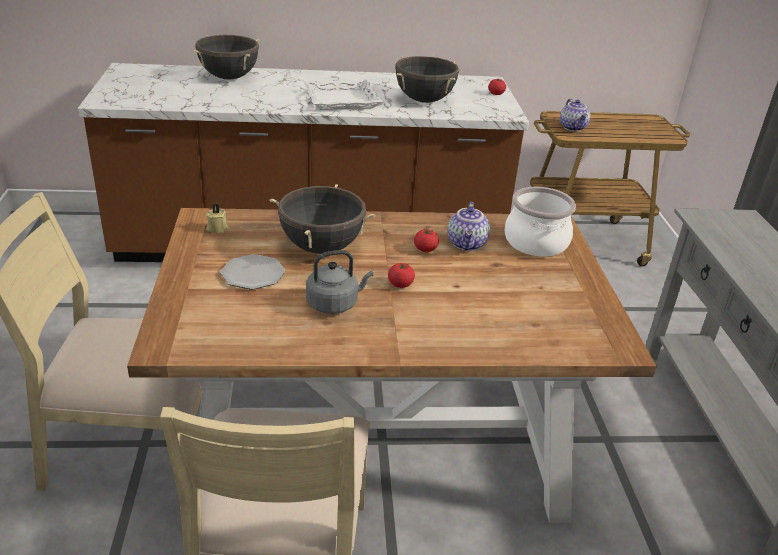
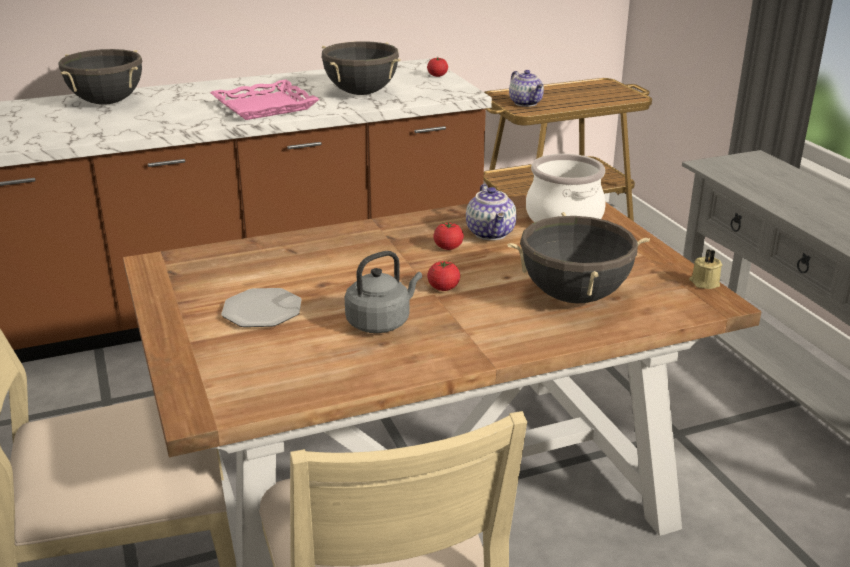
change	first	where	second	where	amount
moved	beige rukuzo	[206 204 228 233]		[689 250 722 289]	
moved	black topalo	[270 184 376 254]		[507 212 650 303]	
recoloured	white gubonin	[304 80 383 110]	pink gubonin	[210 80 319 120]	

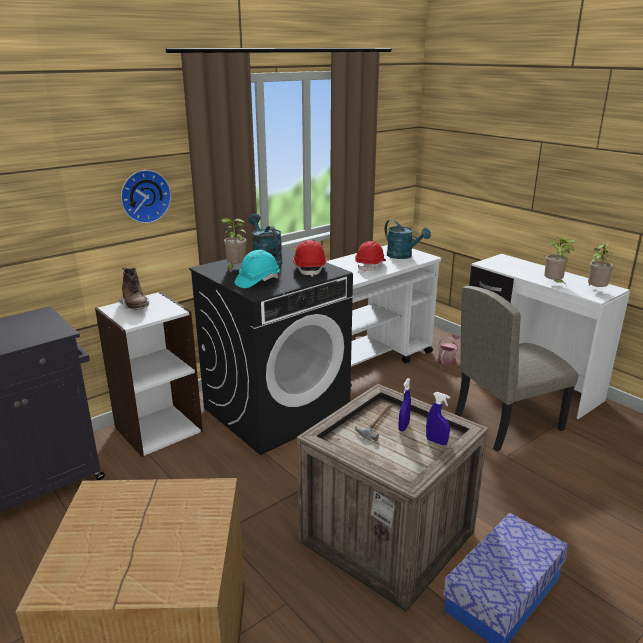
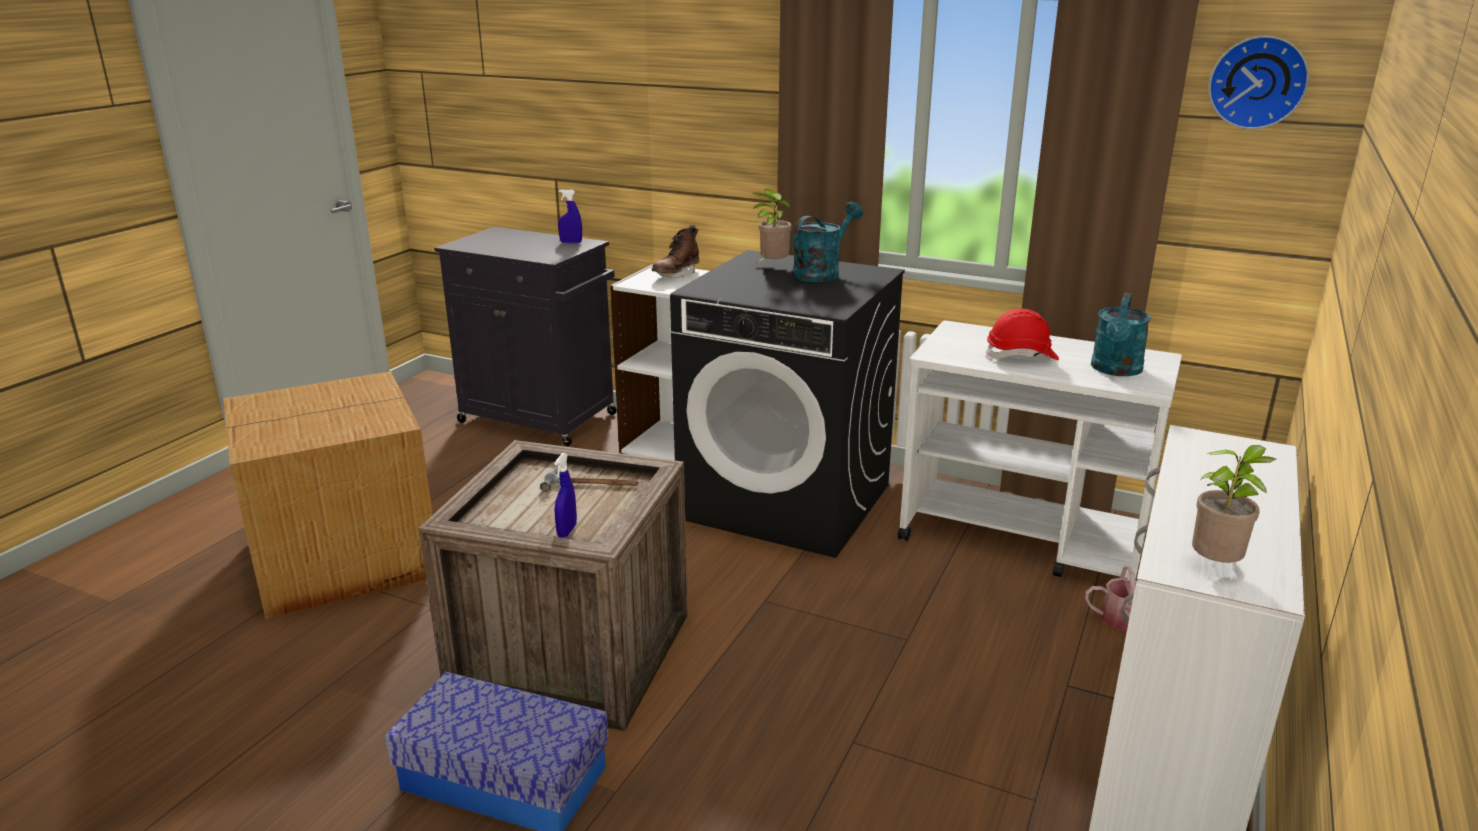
change	first	where	second	where	amount
removed	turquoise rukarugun	[235 250 280 288]			
removed	red rukarugun	[293 240 327 277]			
removed	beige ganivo	[455 286 579 451]			
removed	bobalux	[544 237 576 283]			
moved	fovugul	[121 170 171 223]		[1209 36 1309 129]	
moved	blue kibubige	[398 378 411 431]		[558 189 582 243]	

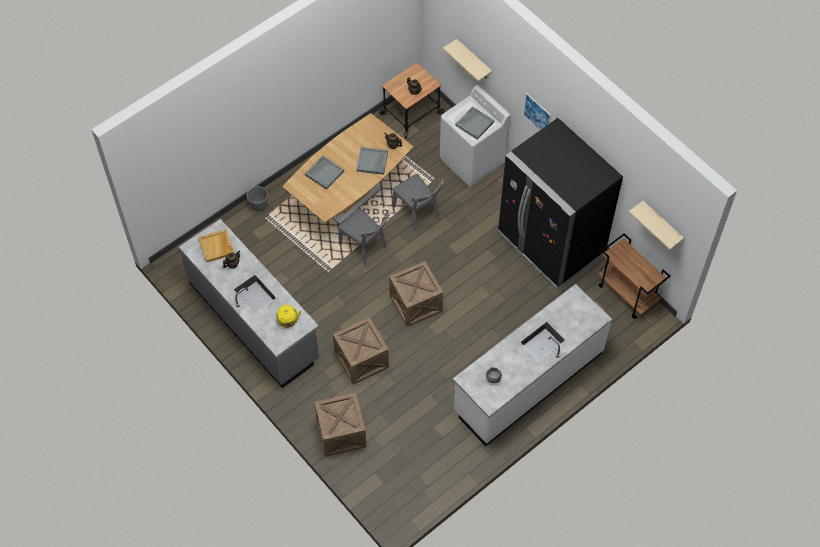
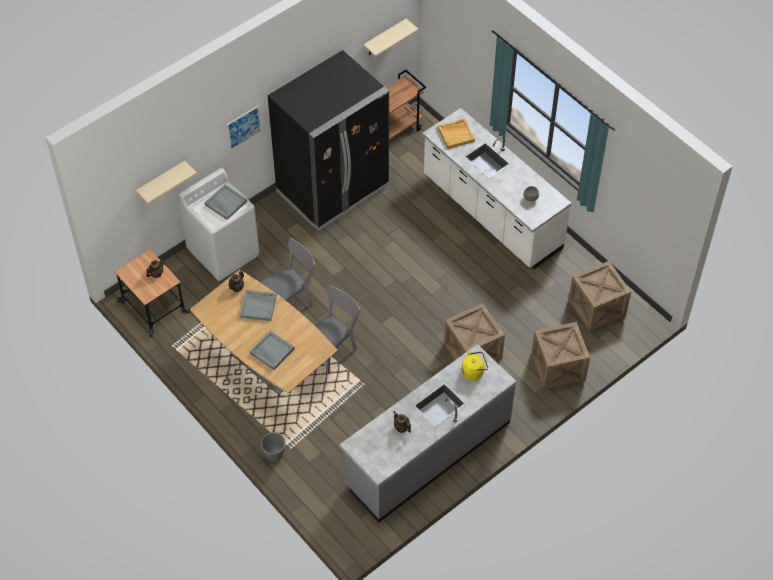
change	first	where	second	where	amount
moved	beige gubonin	[199 229 234 263]		[438 118 475 149]	
moved	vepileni	[389 261 443 327]		[568 261 631 331]	

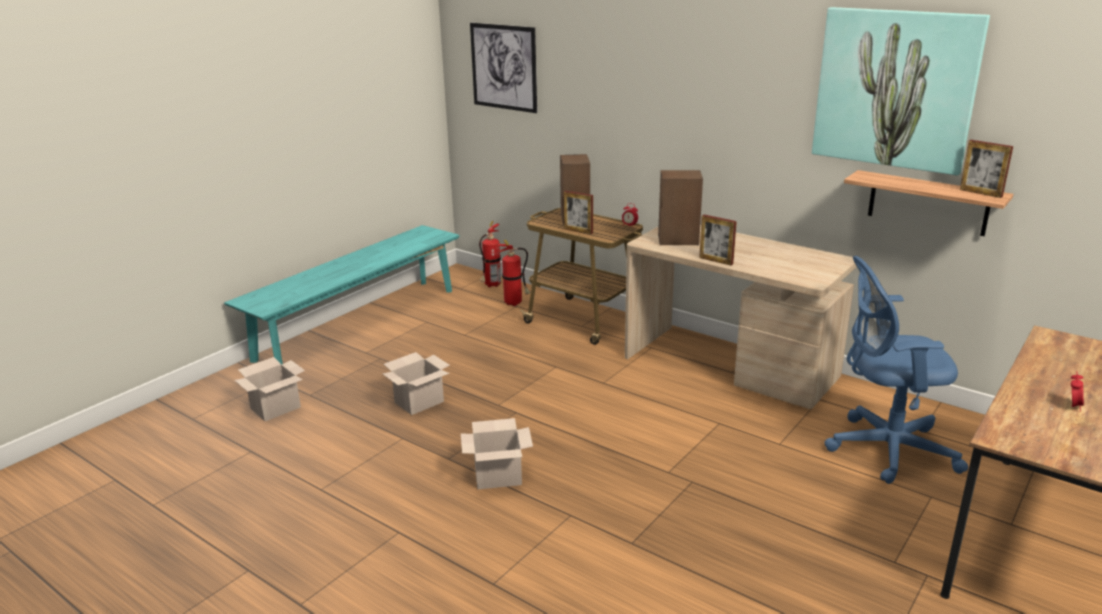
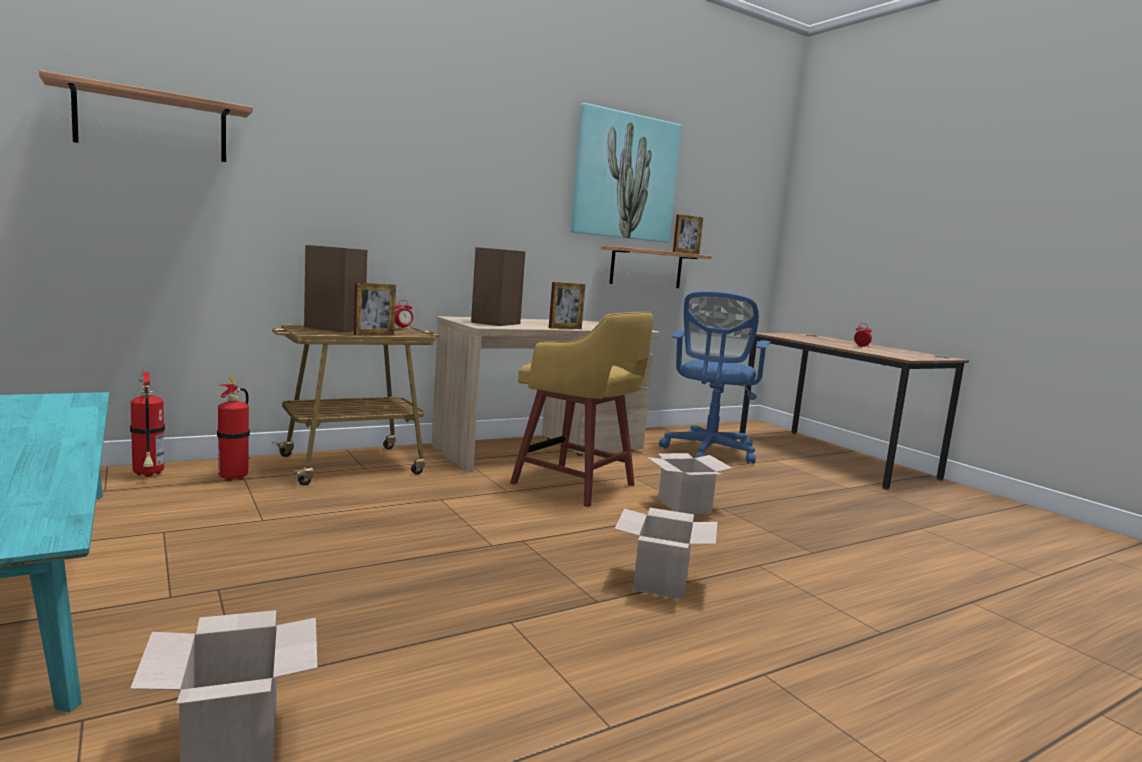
change	first	where	second	where	amount
added			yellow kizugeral	[510 312 653 507]	
moved	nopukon	[383 352 450 415]		[647 453 733 514]	
replaced	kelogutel	[470 23 537 113]	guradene	[39 70 253 162]	

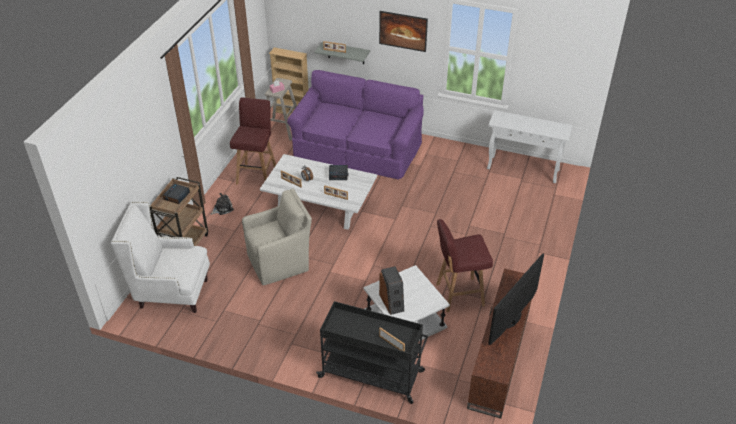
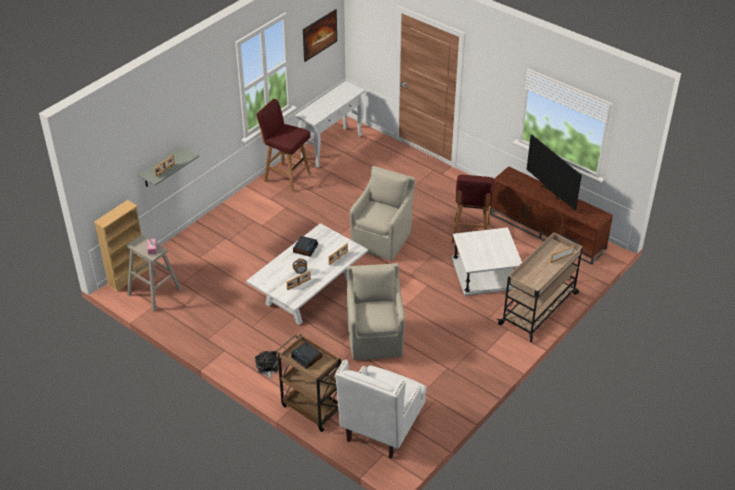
change	first	where	second	where	amount
removed	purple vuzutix	[287 70 424 180]			
removed	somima	[379 266 404 315]			
added			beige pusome	[350 166 415 261]	
moved	red kizugeral	[230 98 276 185]		[256 99 311 192]	
moved	kelogutel	[379 11 428 52]		[303 9 337 62]	
recoloured	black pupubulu	[316 301 428 404]	beige pupubulu	[497 232 583 342]	

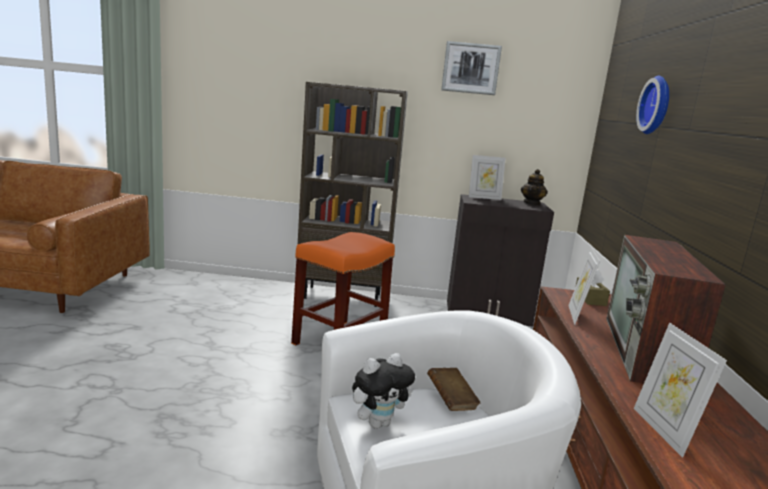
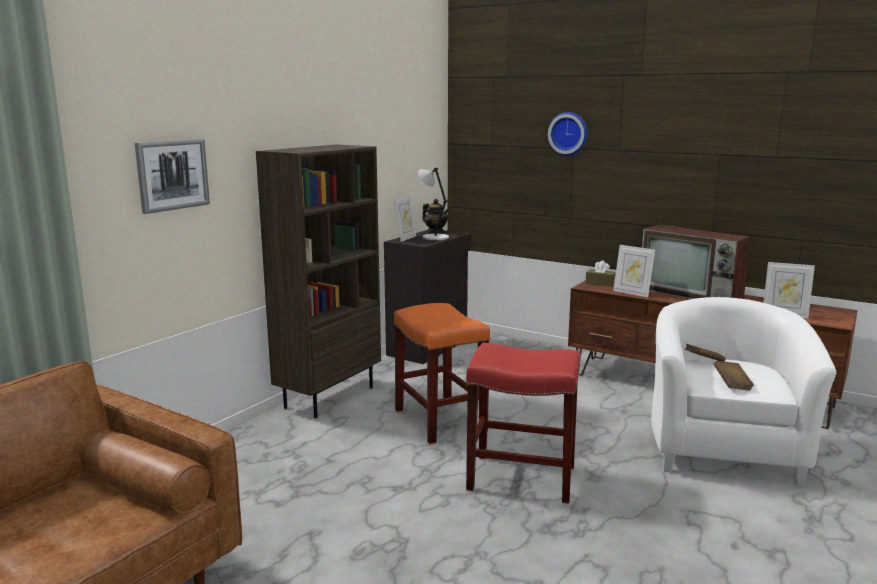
change	first	where	second	where	amount
added			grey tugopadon	[418 168 449 240]	
added			red kizugeral	[466 343 580 504]	
moved	kelogutel	[441 41 502 95]		[135 139 210 214]	
replaced	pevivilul	[352 353 415 429]	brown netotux	[714 361 754 391]	

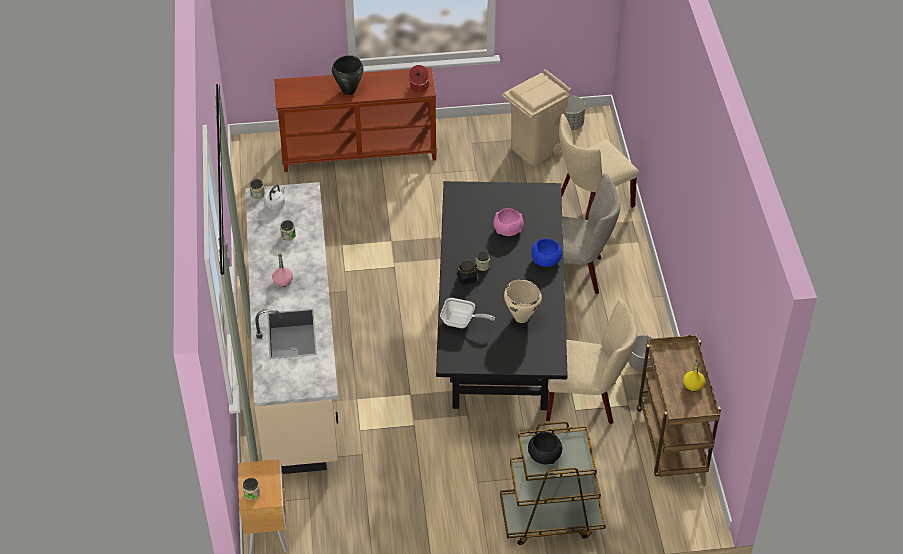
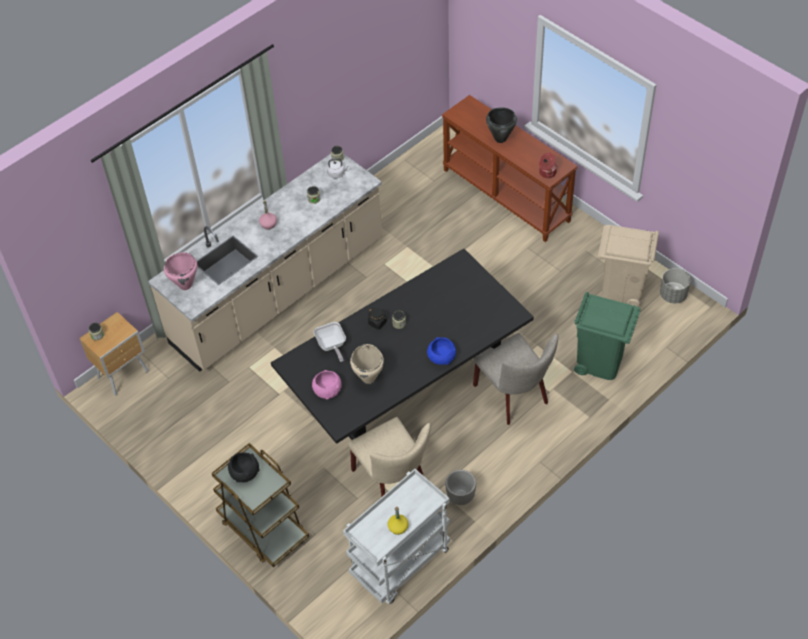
change	first	where	second	where	amount
added			pink topalo	[164 252 197 290]	
moved	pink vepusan	[493 208 523 236]		[312 370 341 399]	
replaced	beige ganivo	[559 114 639 220]	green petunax	[574 292 641 380]	
recoloured	brown pupubulu	[637 335 721 477]	white pupubulu	[343 469 450 604]	

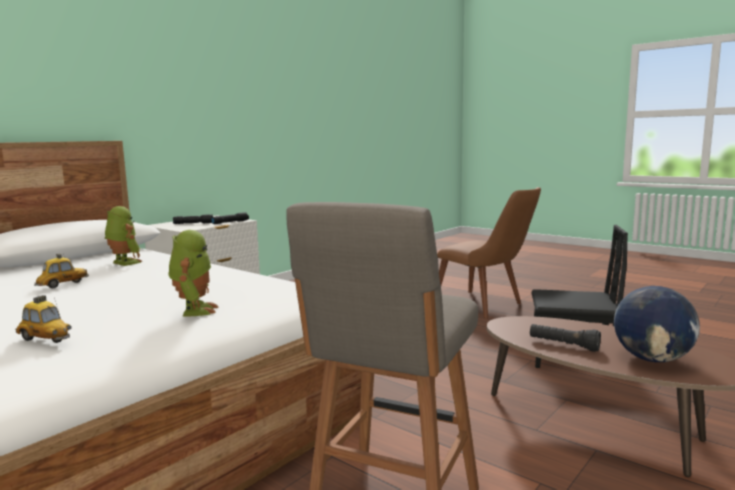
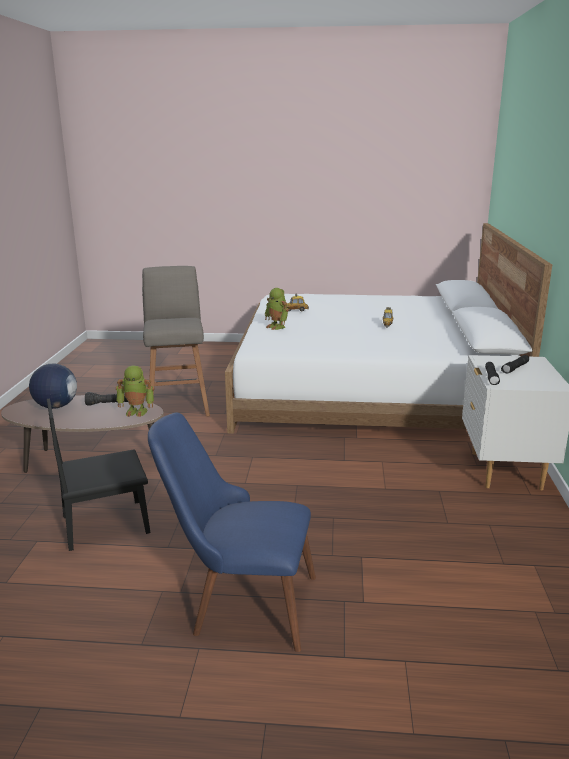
change	first	where	second	where	amount
moved	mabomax	[105 206 142 266]		[116 365 154 417]	
recoloured	brown ganivo	[437 187 541 319]	blue ganivo	[148 413 316 652]	

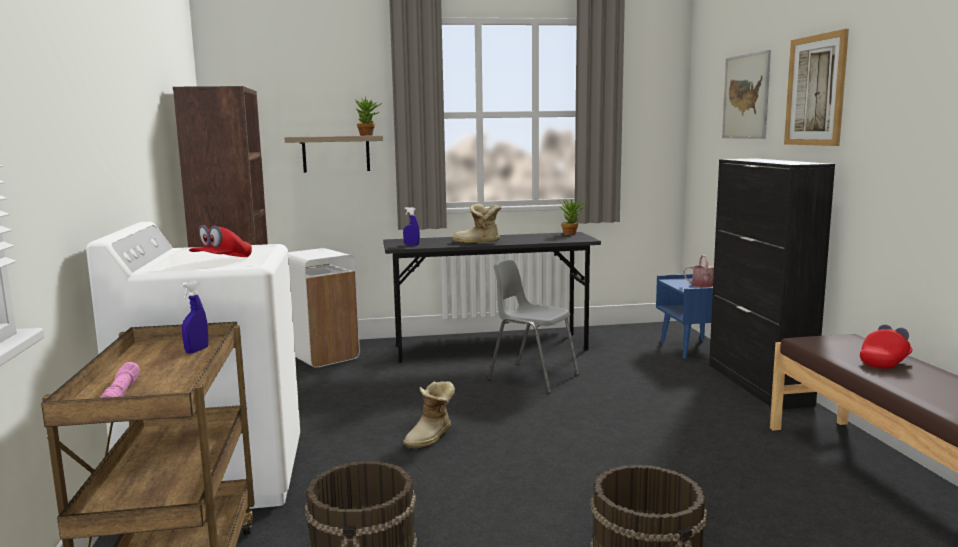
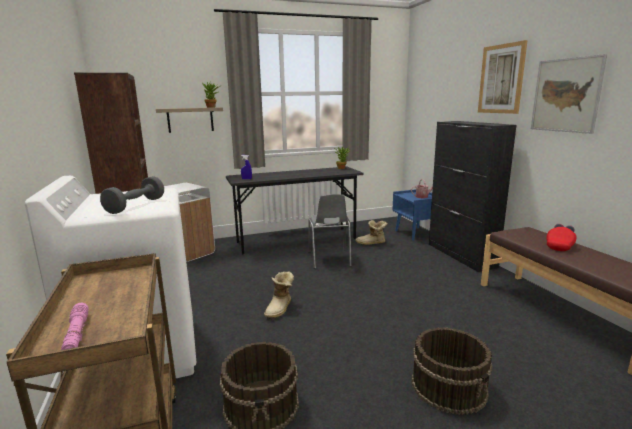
change	first	where	second	where	amount
removed	blue kibubige	[181 280 209 354]			
moved	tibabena	[452 204 501 243]		[355 220 388 245]	
moved	kelogutel	[722 50 771 139]		[531 54 607 134]	
replaced	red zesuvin	[189 225 252 257]	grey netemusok	[100 176 164 214]	
turned	grey ganivo	[488 259 580 393]		[309 194 352 269]	120 degrees counterclockwise

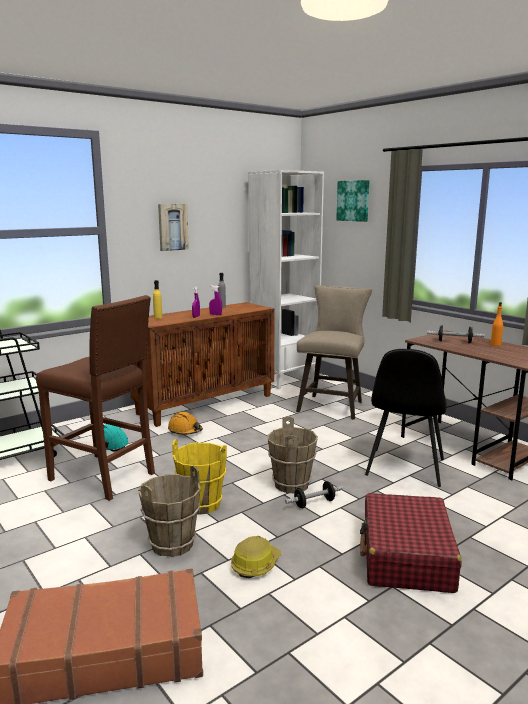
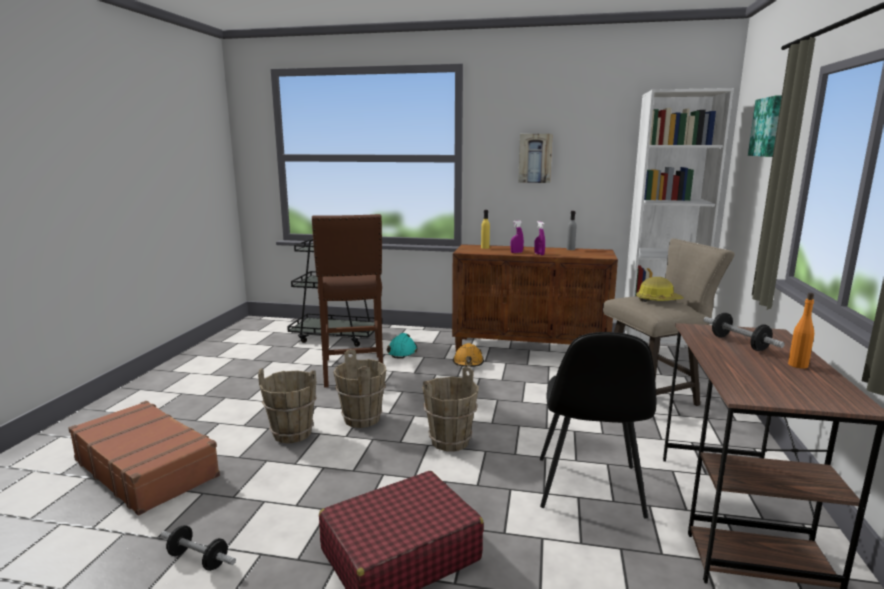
change	first	where	second	where	amount
moved	rukarugun	[231 536 281 578]		[636 277 684 302]	
moved	netemusok	[285 481 343 508]		[160 525 236 571]	
recoloured	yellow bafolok	[172 439 227 515]	brown bafolok	[333 349 386 428]	
turned	black ganivo	[365 349 447 487]		[540 332 656 519]	60 degrees counterclockwise

